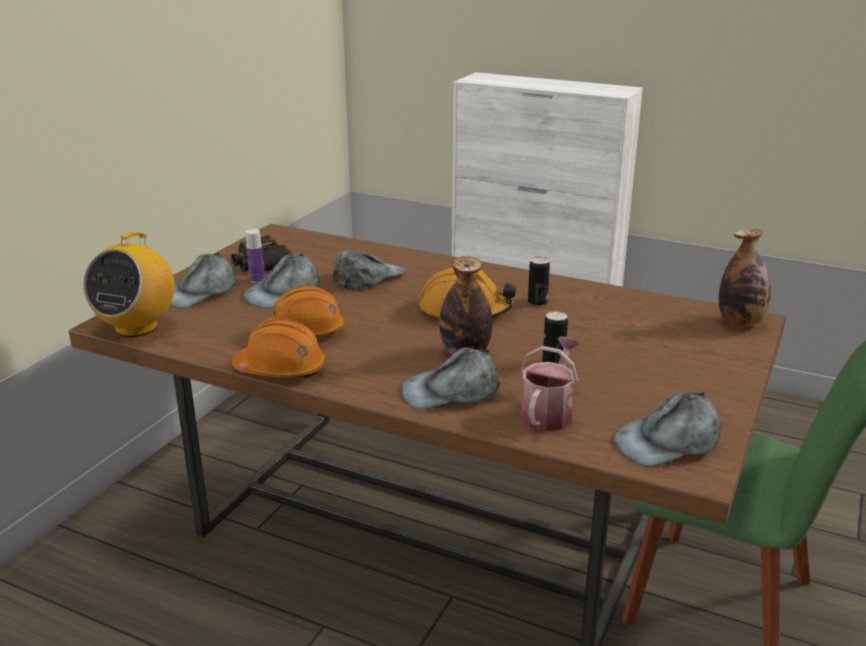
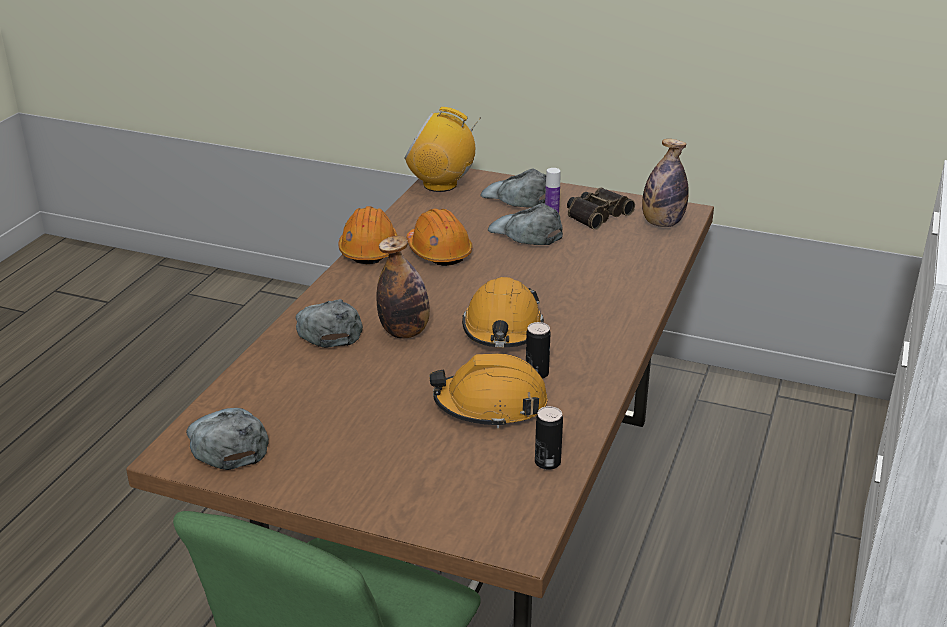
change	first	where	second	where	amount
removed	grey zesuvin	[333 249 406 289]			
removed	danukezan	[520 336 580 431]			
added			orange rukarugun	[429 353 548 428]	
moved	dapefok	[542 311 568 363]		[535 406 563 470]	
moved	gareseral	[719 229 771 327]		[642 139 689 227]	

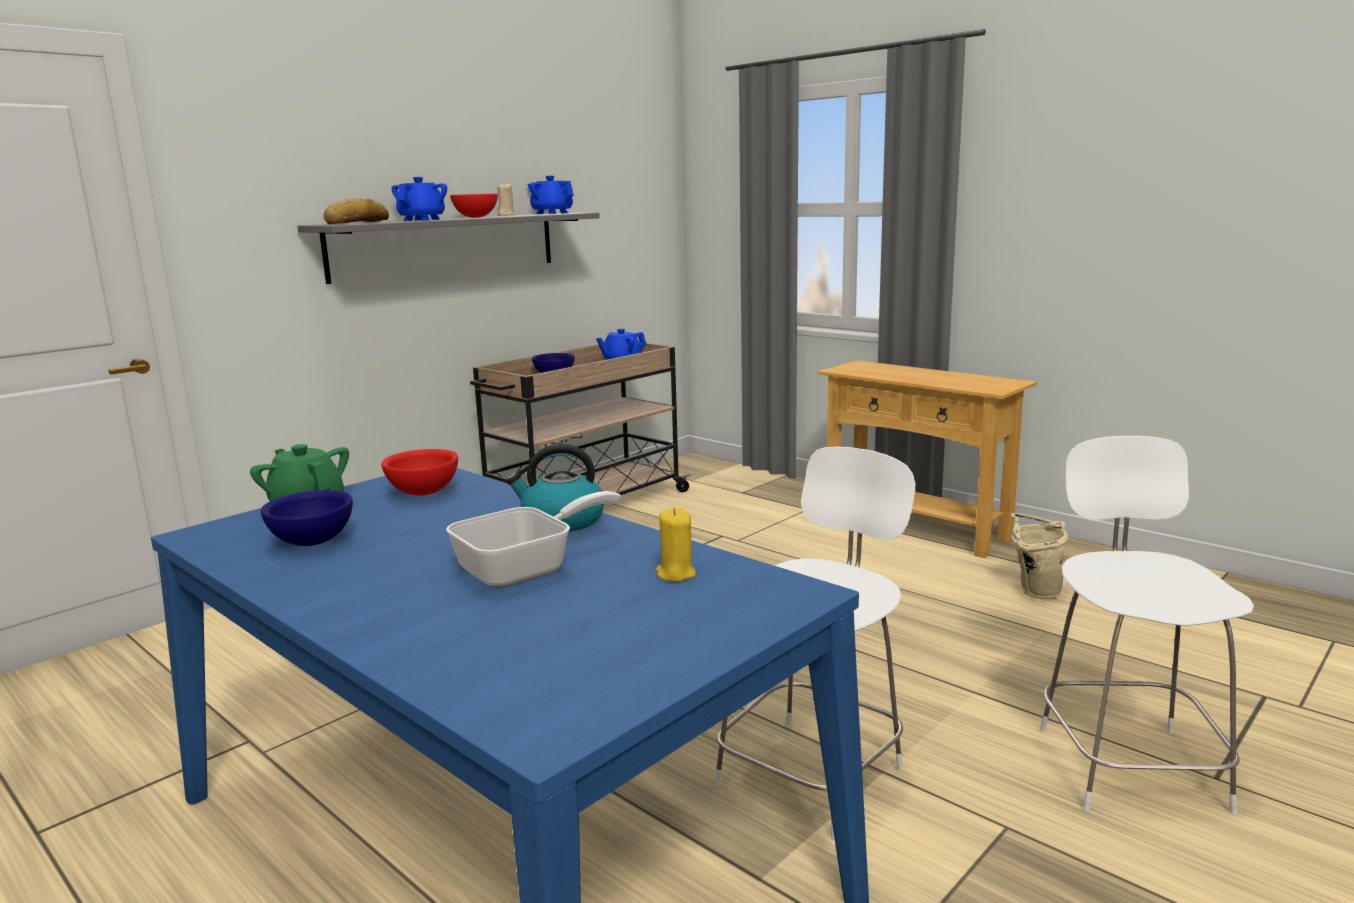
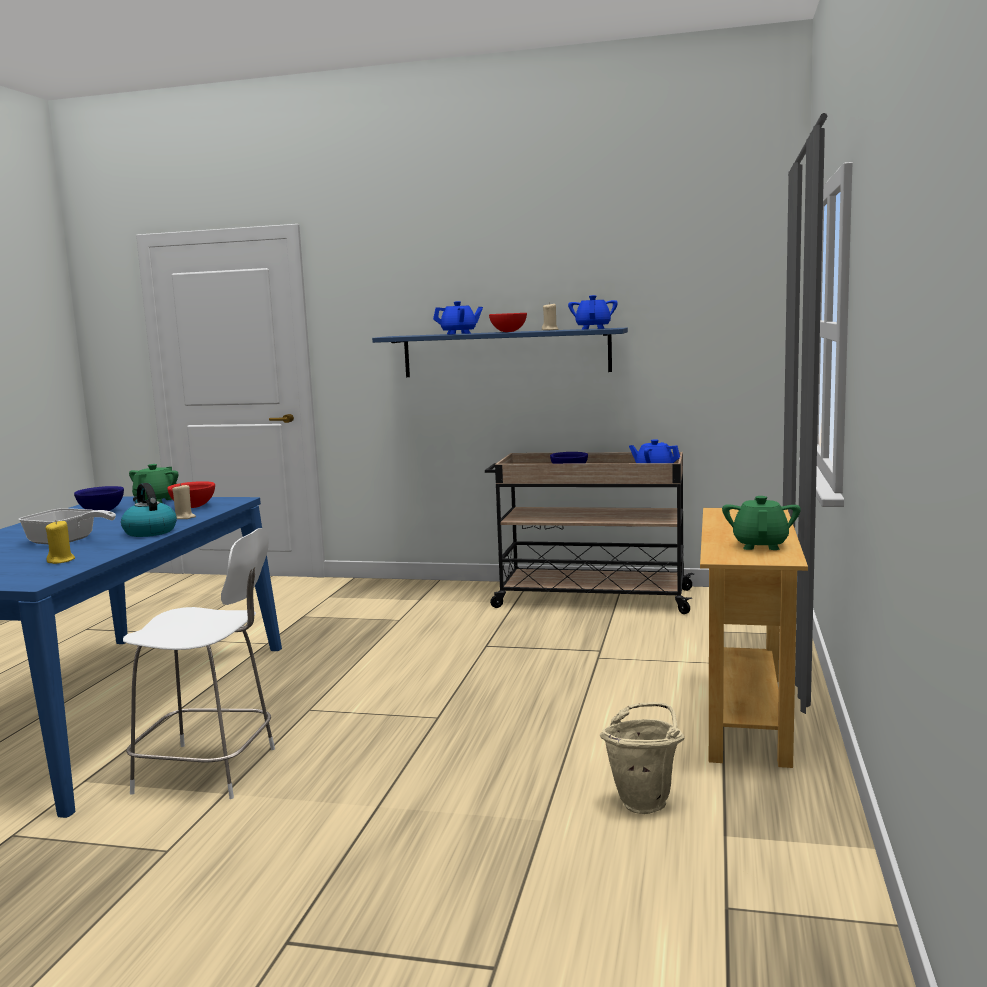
change	first	where	second	where	amount
removed	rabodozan	[323 198 389 224]			
removed	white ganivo	[1040 436 1254 814]			
added			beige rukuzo	[172 483 196 519]	
added			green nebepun	[722 496 801 550]	
recoloured	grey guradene	[297 213 600 284]	blue guradene	[372 328 628 377]	

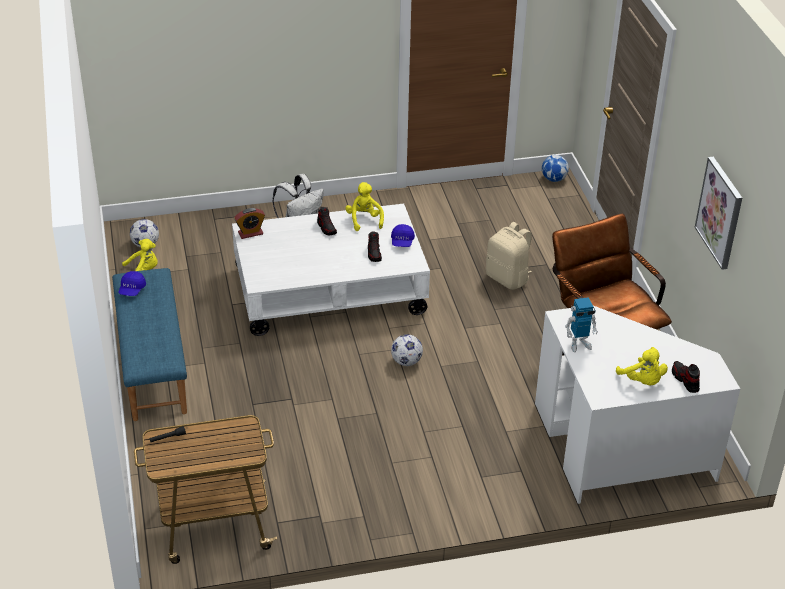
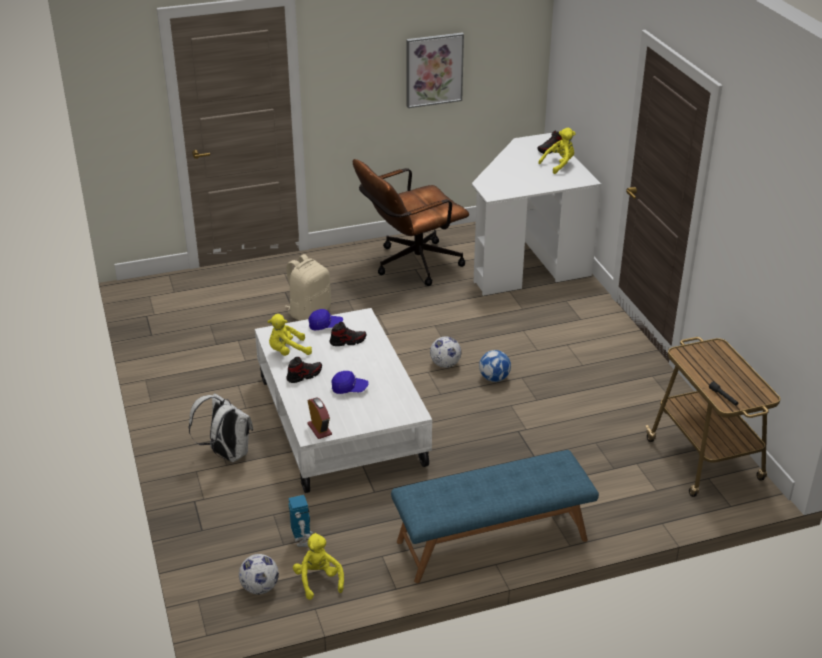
change	first	where	second	where	amount
moved	blue zesuvin	[118 271 146 296]		[332 371 369 394]	
moved	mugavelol	[542 155 569 182]		[479 350 511 382]	
moved	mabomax	[565 297 598 352]		[289 495 313 547]	

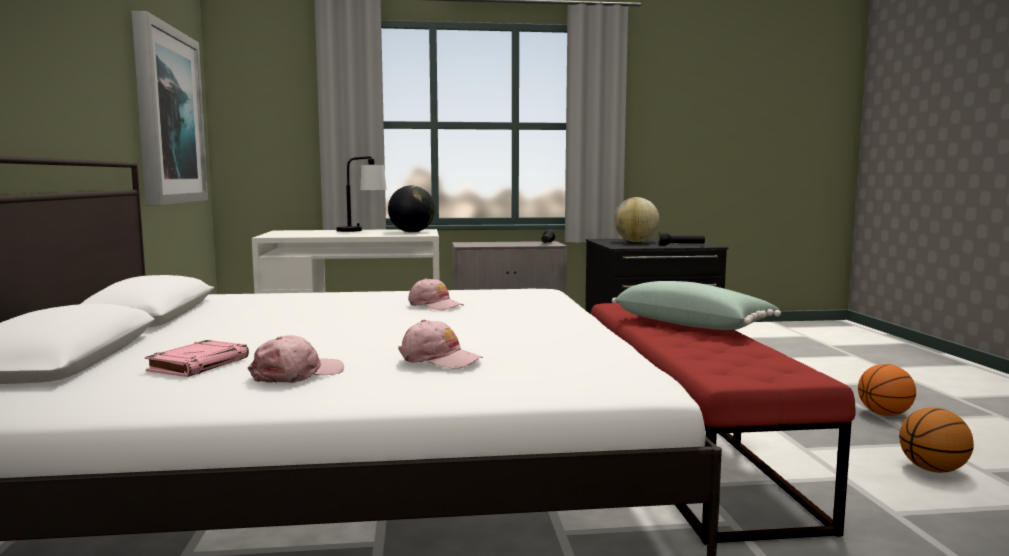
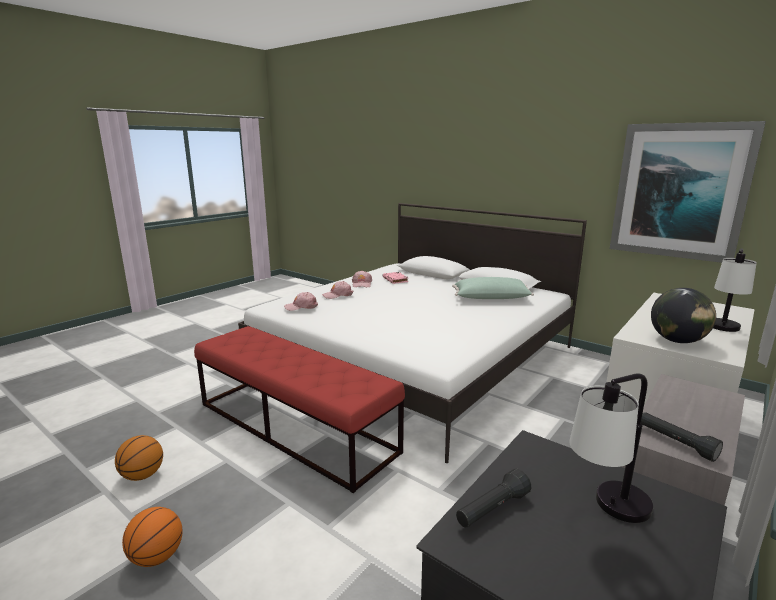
change	first	where	second	where	amount
moved	pink zesuvin	[408 278 464 310]		[284 292 318 311]	
moved	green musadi	[612 281 781 330]		[452 277 534 299]	
replaced	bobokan	[614 197 659 242]	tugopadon	[569 373 653 523]	

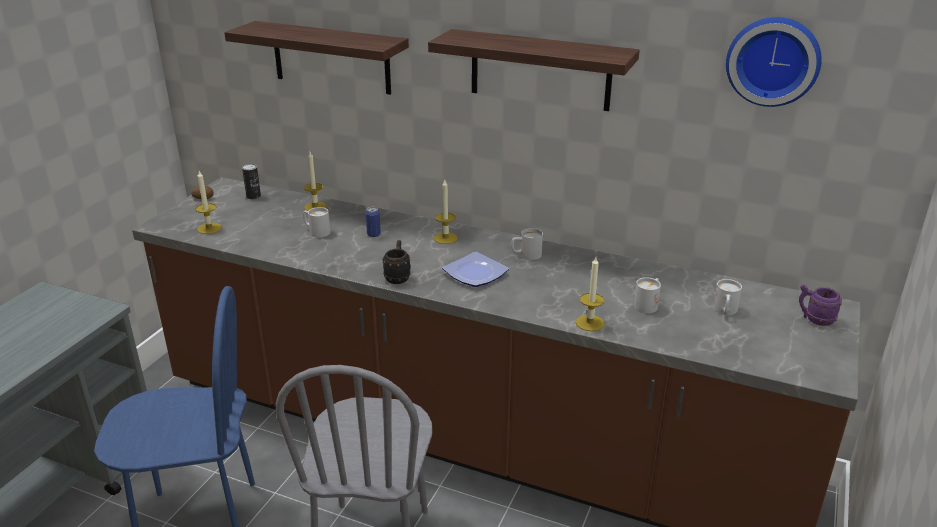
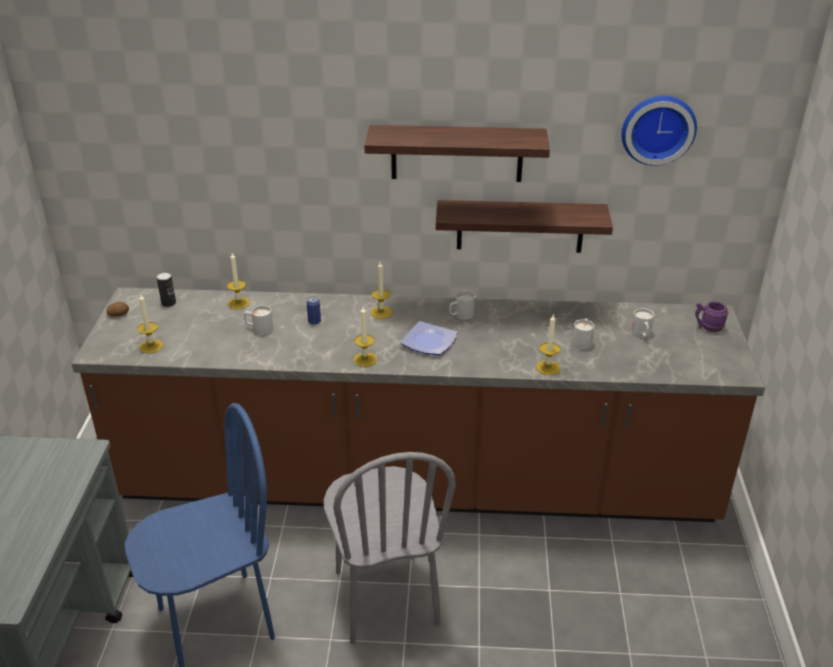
change	first	where	second	where	amount
moved	guradene	[224 21 409 95]		[436 200 613 253]	
replaced	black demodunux	[382 240 411 284]	rukuzo	[353 307 377 367]	

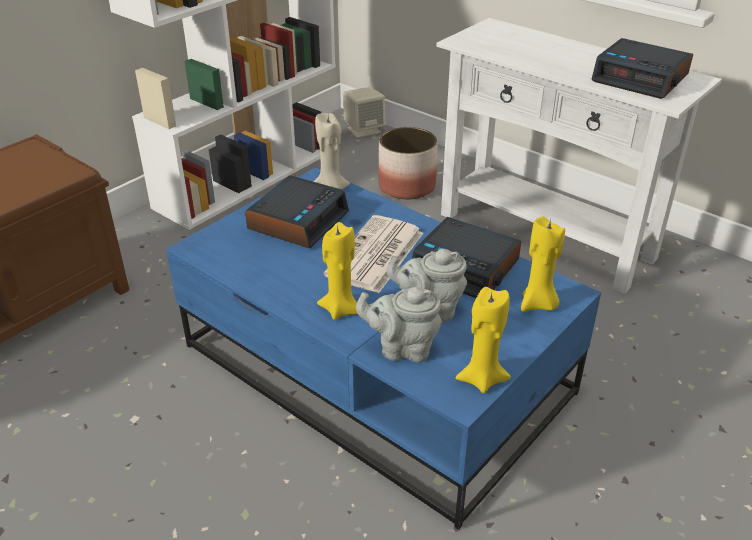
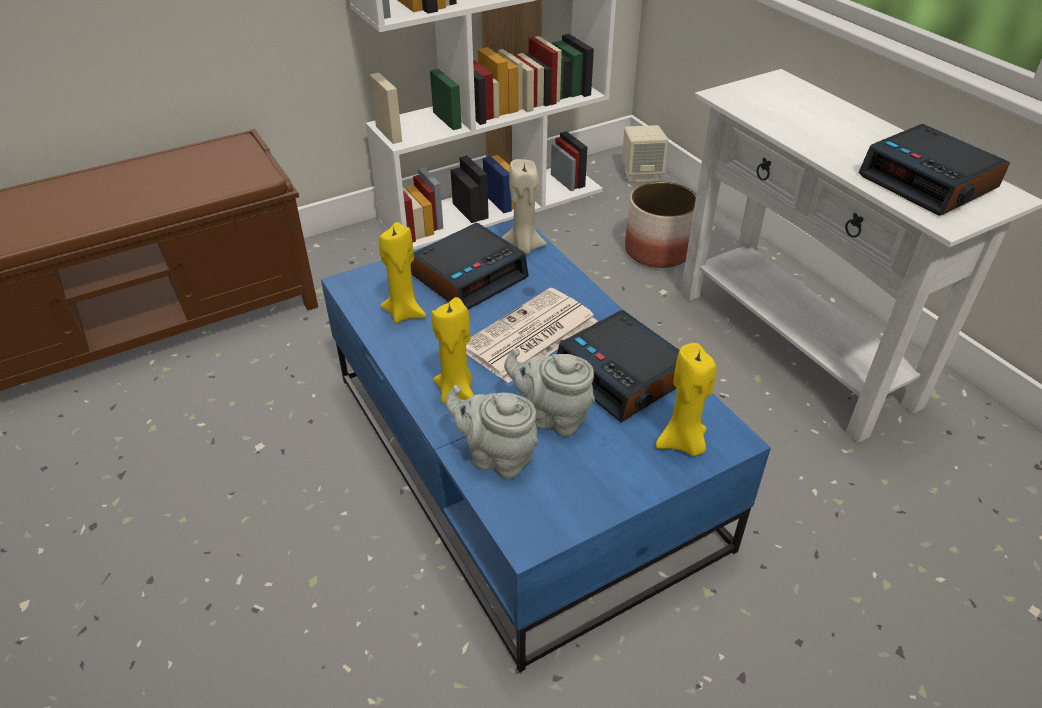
change	first	where	second	where	amount
moved	yellow rukuzo	[456 287 511 393]		[379 222 426 323]	

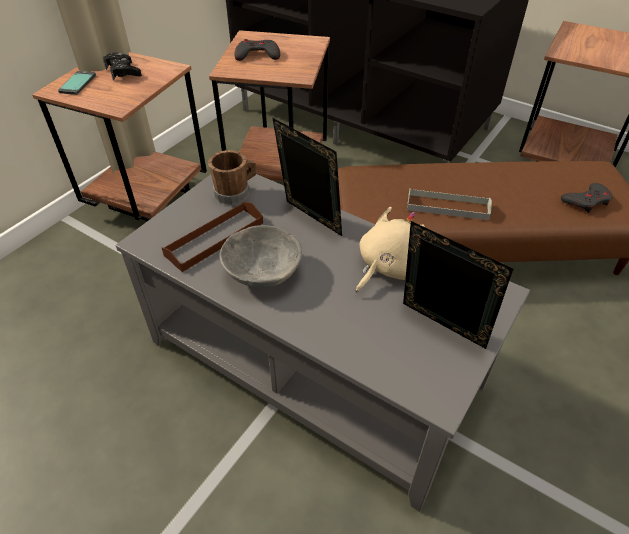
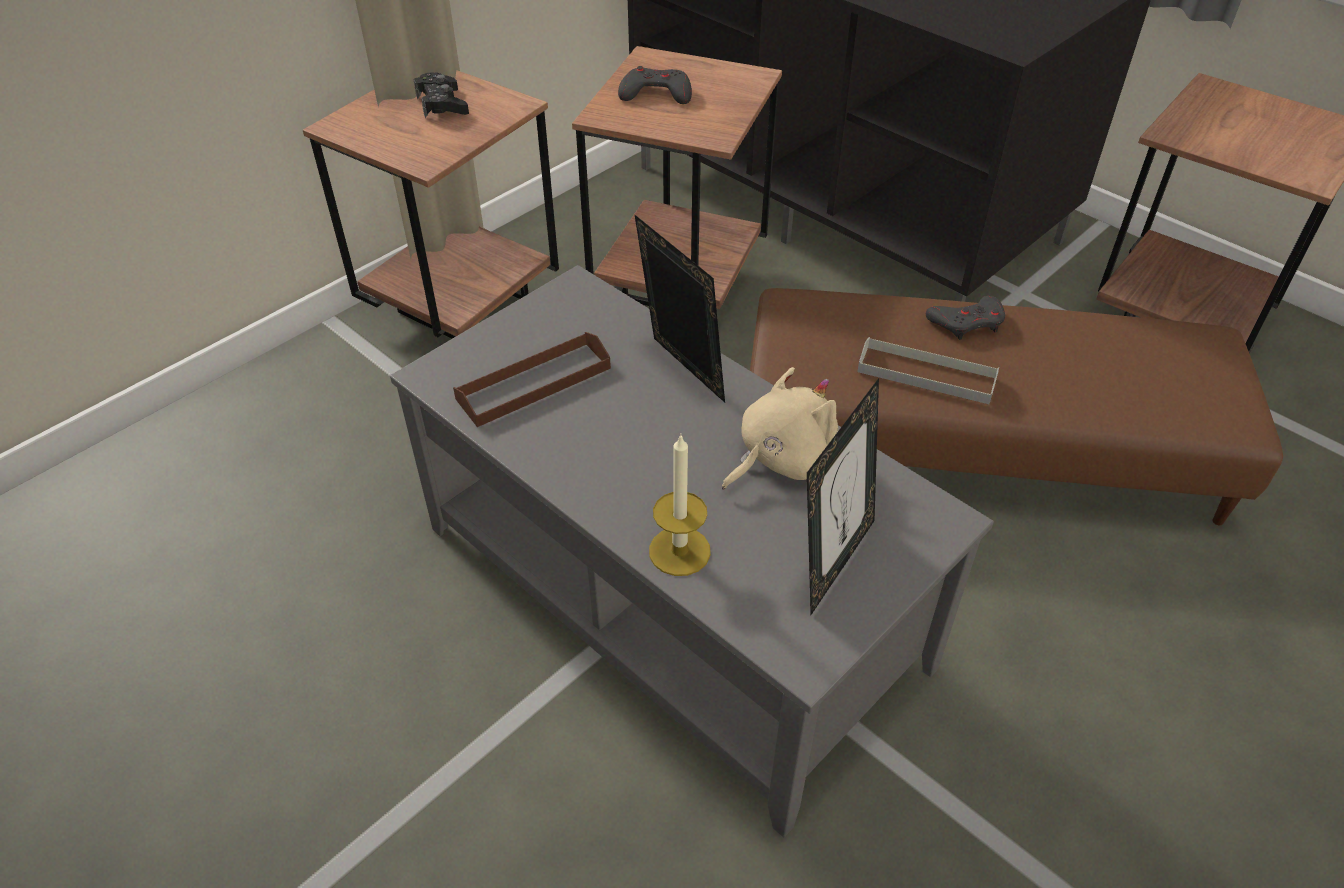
change	first	where	second	where	amount
removed	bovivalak	[58 71 96 95]			
removed	brown demodunux	[208 150 256 204]			
removed	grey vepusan	[219 225 302 288]			
added			rukuzo	[649 434 711 576]	
moved	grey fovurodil	[561 183 613 213]		[926 296 1005 340]	
turned	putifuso	[403 221 513 349]		[807 378 879 615]	75 degrees clockwise

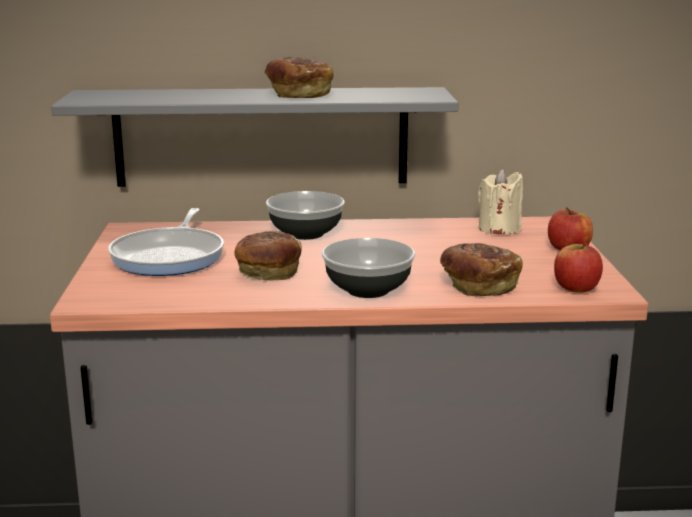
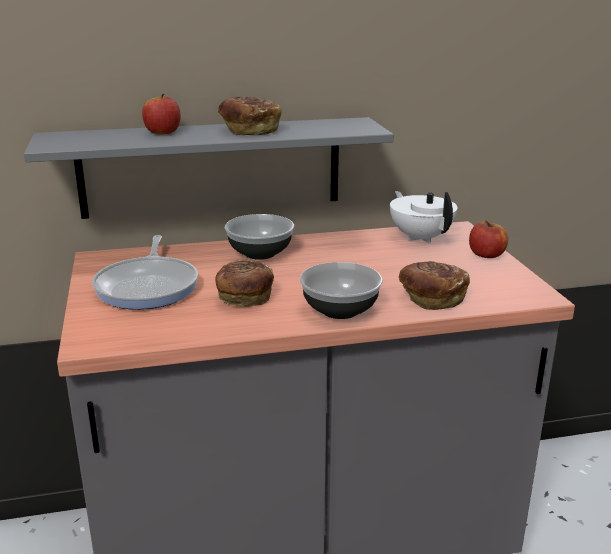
change	first	where	second	where	amount
moved	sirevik	[554 243 603 293]		[142 94 181 135]	
replaced	beige rukuzo	[478 169 523 234]	white nebepun	[390 191 458 244]	

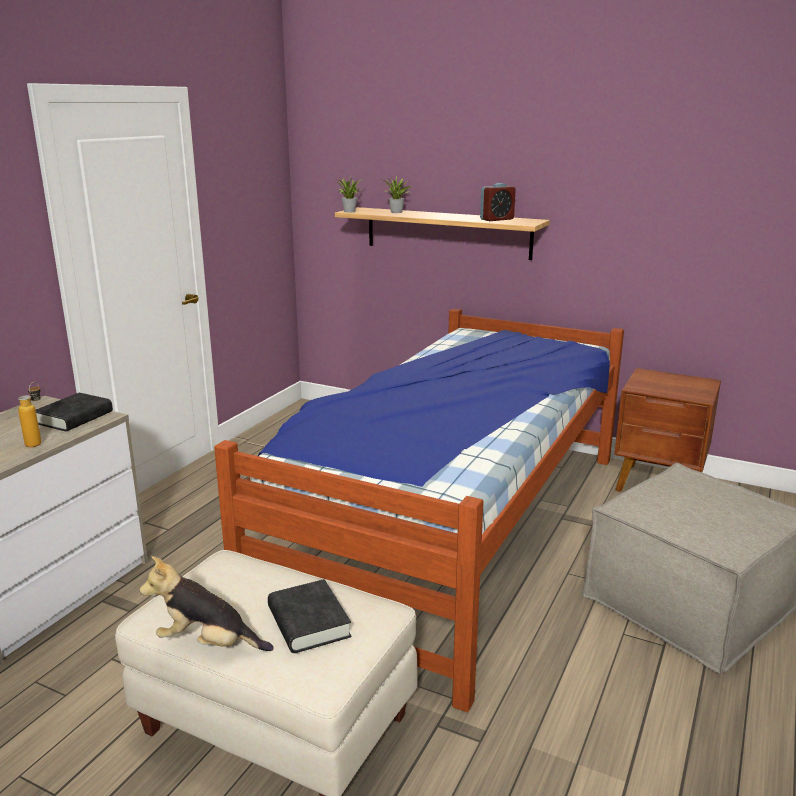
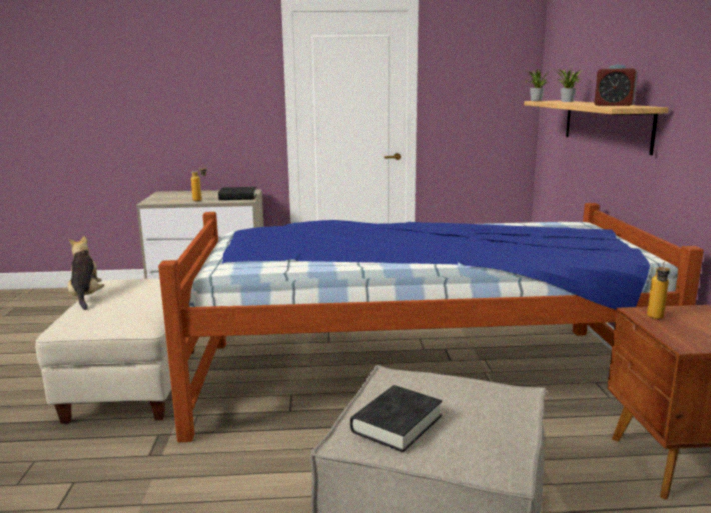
change	first	where	second	where	amount
added			gareseral	[647 262 670 319]	
moved	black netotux	[268 579 351 653]		[350 385 442 452]	

